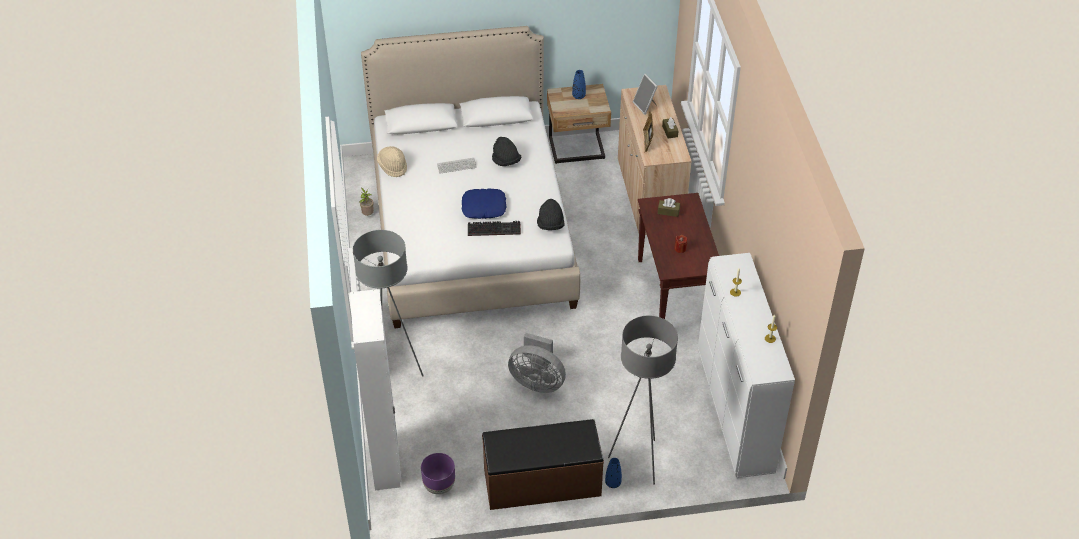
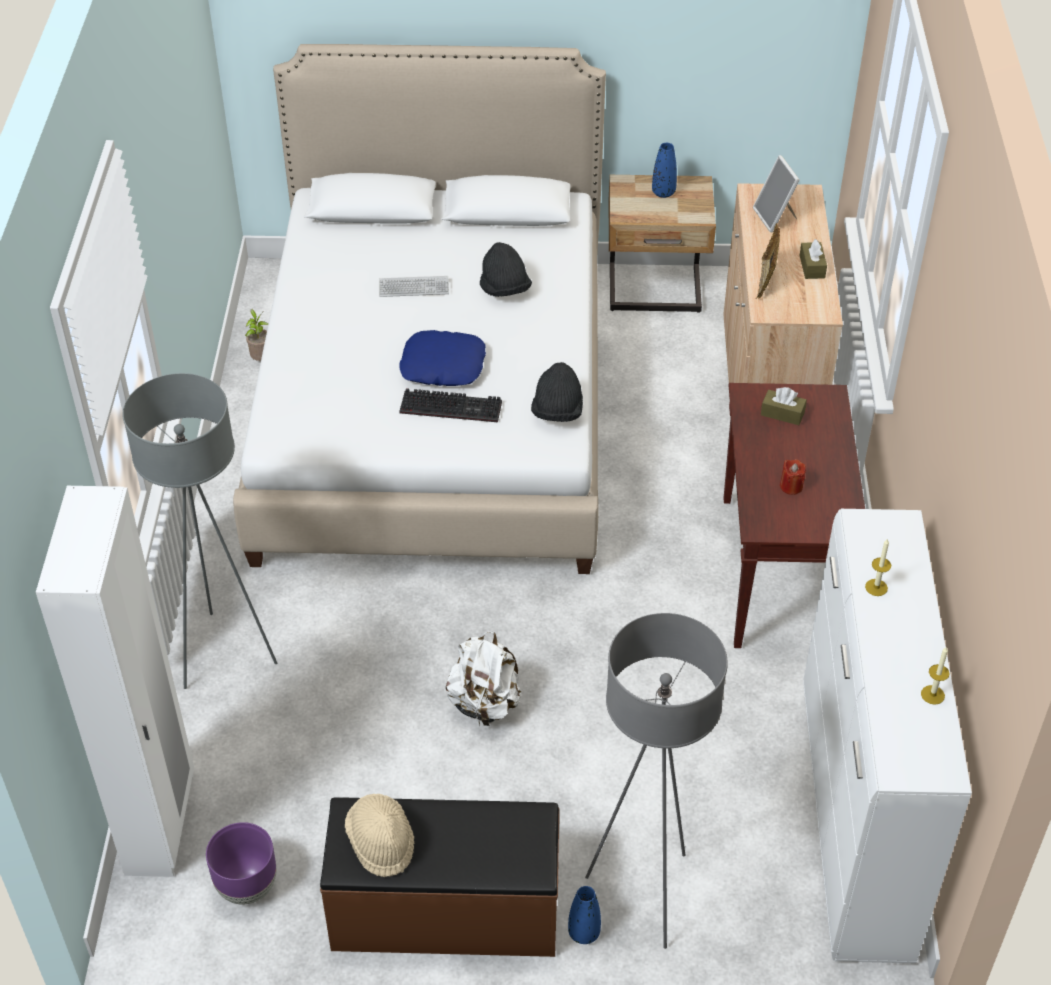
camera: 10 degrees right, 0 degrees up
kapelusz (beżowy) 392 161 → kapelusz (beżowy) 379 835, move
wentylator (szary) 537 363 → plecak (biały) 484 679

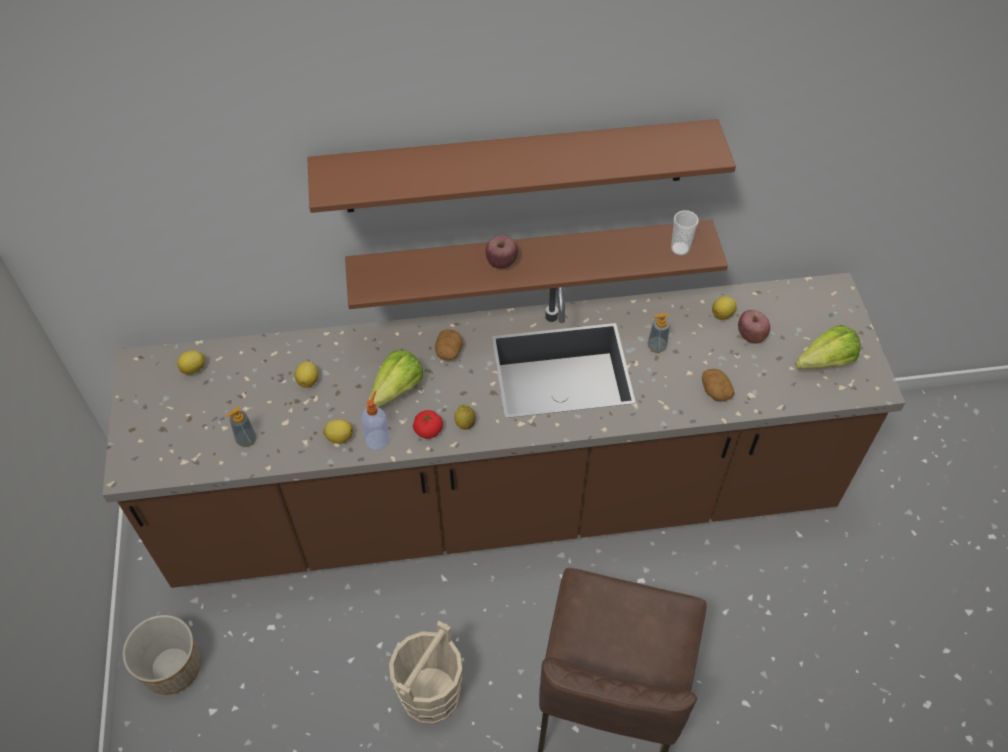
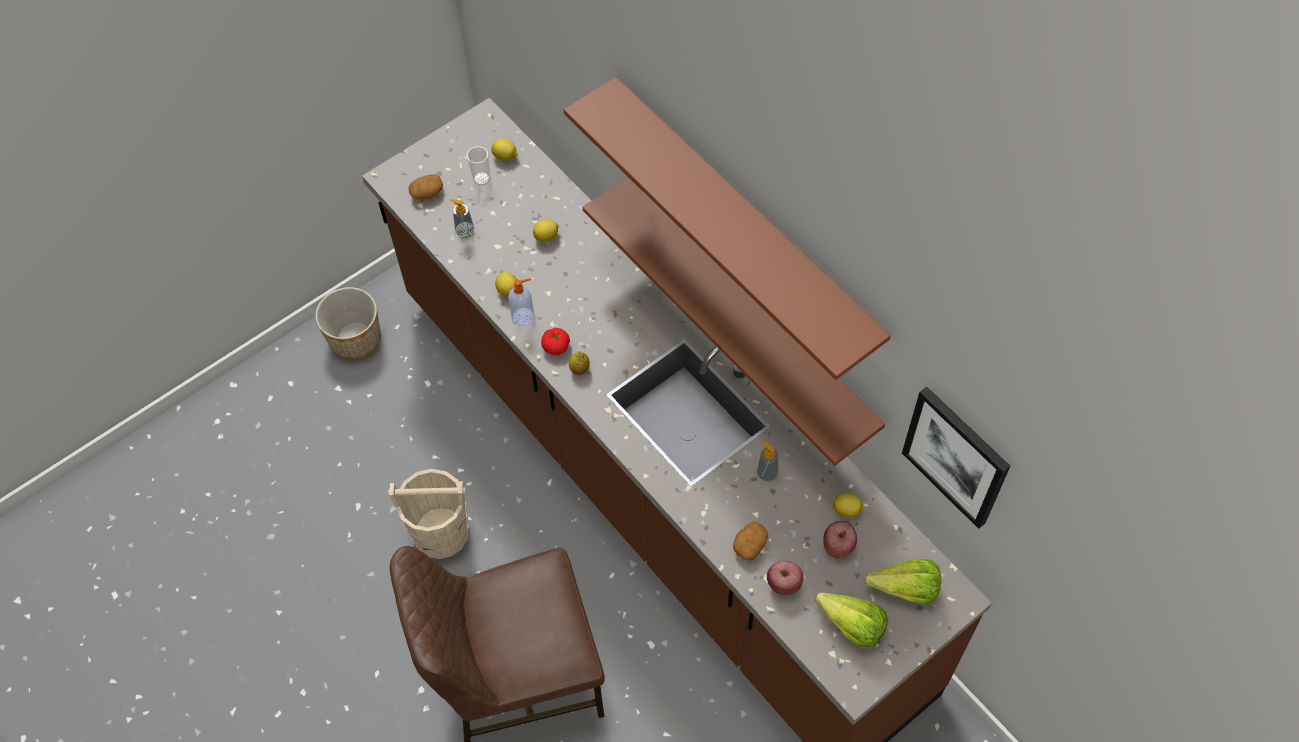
camera: 60 degrees right, 5 degrees up
- → obraz 956 457
sałata 395 378 → sałata 902 581, move
ziemniak 449 344 → ziemniak 426 187, move
jabłko 501 252 → jabłko 785 578, move
filiżanka 685 233 → filiżanka 478 166, move

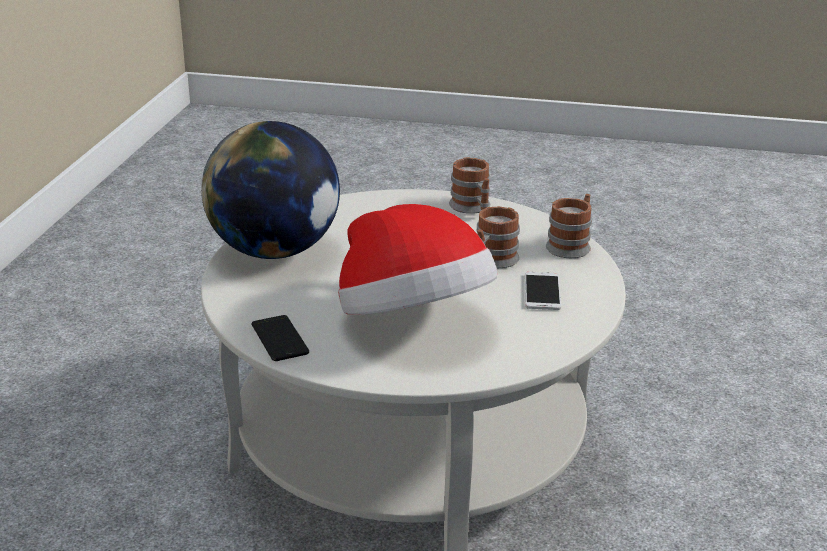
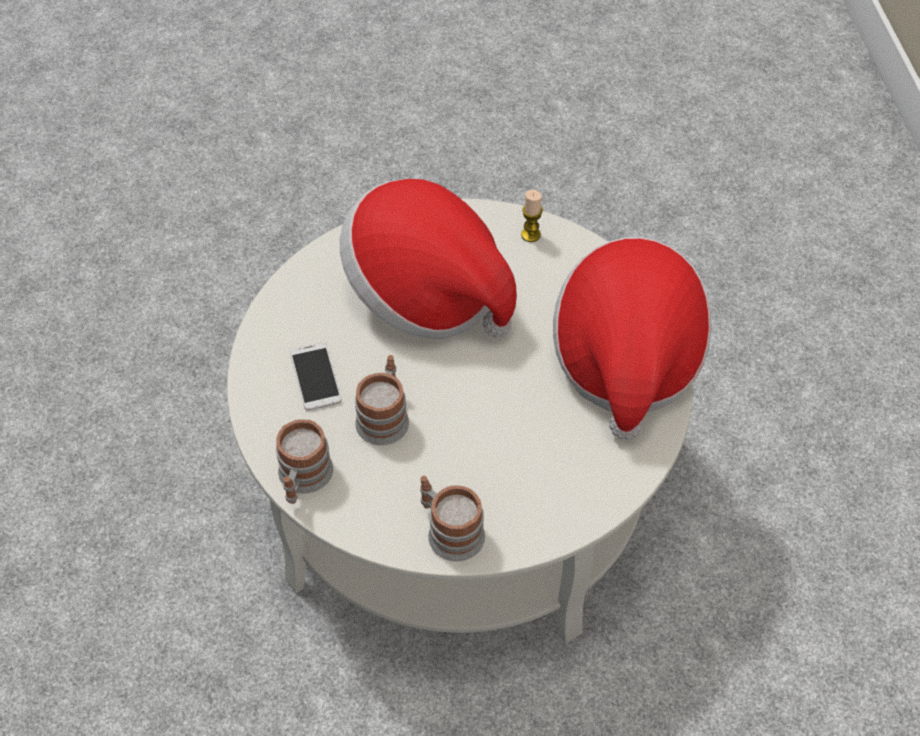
camera: 160 degrees right, 25 degrees up
globus 270 190 → kapelusz 632 338
telefon 280 338 → świeca 532 216

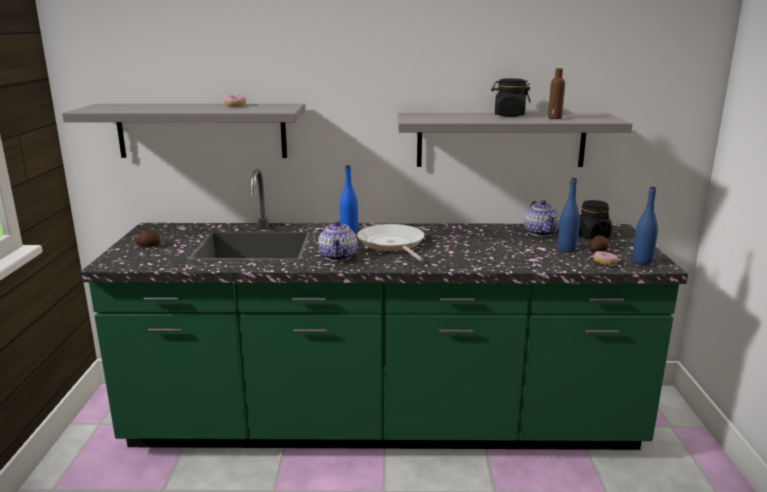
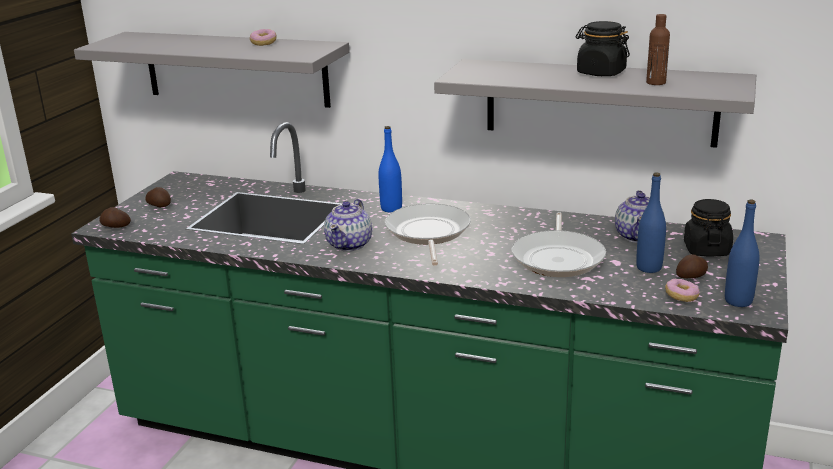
camera: 20 degrees right, 5 degrees up
- → ziemniak 115 217
- → patelnia 558 244

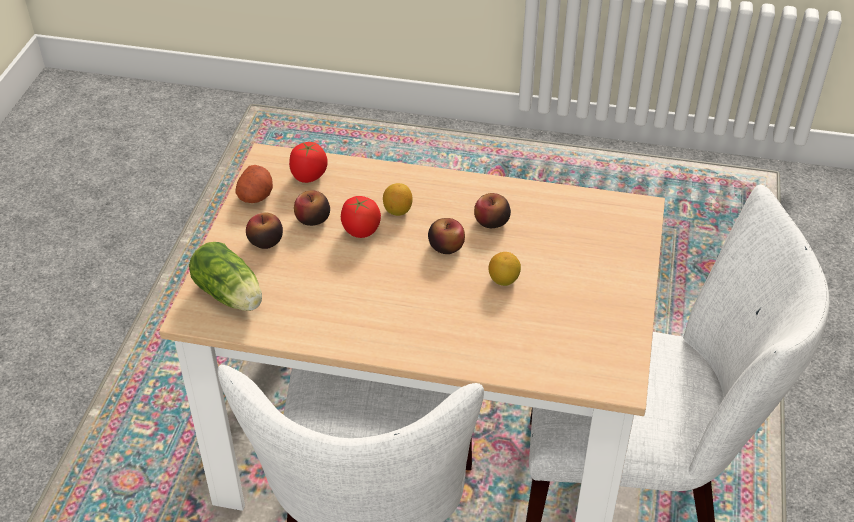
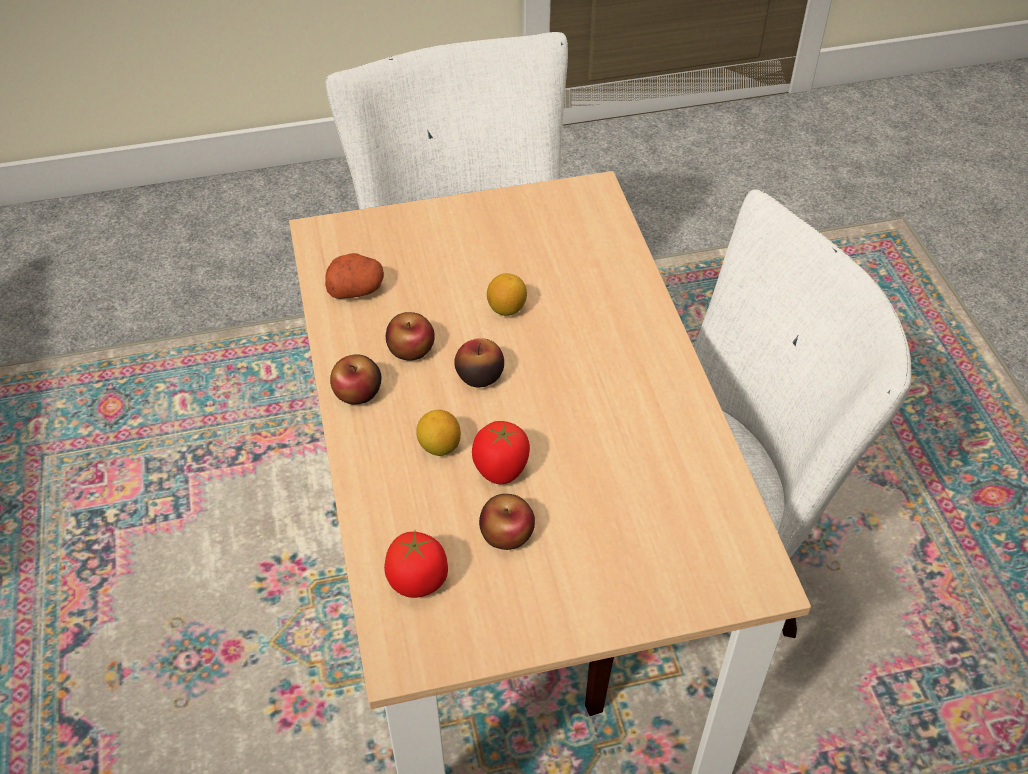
camera: 115 degrees left, 5 degrees up
sałata 225 276 → -
ziemniak 254 184 → ziemniak 354 276, move
jabłko 264 230 → jabłko 355 380, move

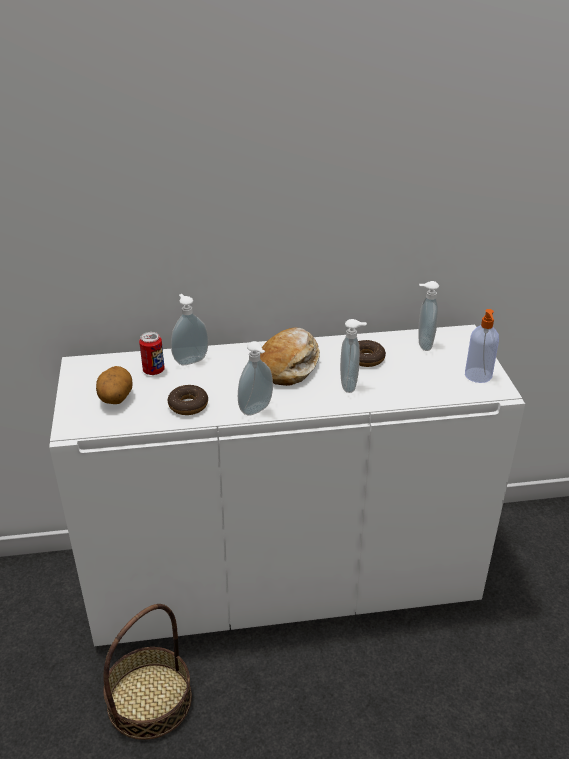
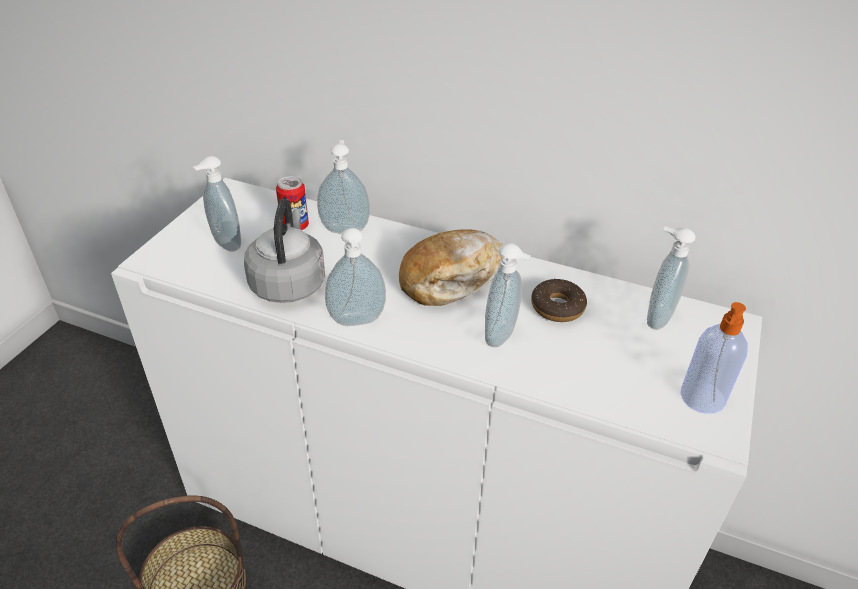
camera: 30 degrees right, 5 degrees up
ziemniak 114 385 → dozownik mydła 217 204
donut 188 400 → czajnik (szary) 284 250

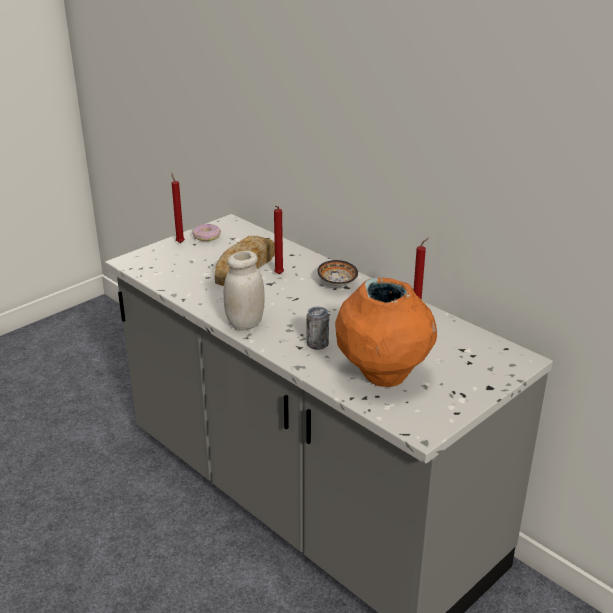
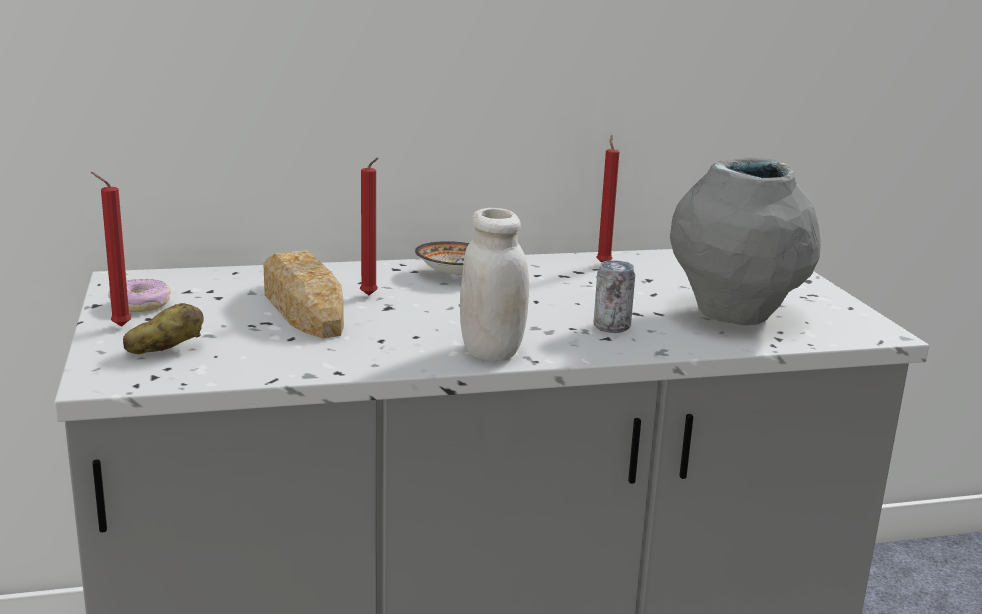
camera: 60 degrees left, 10 degrees down
- → ziemniak 163 328
wazon (pomarańczowy) 386 332 → wazon (szary) 745 241

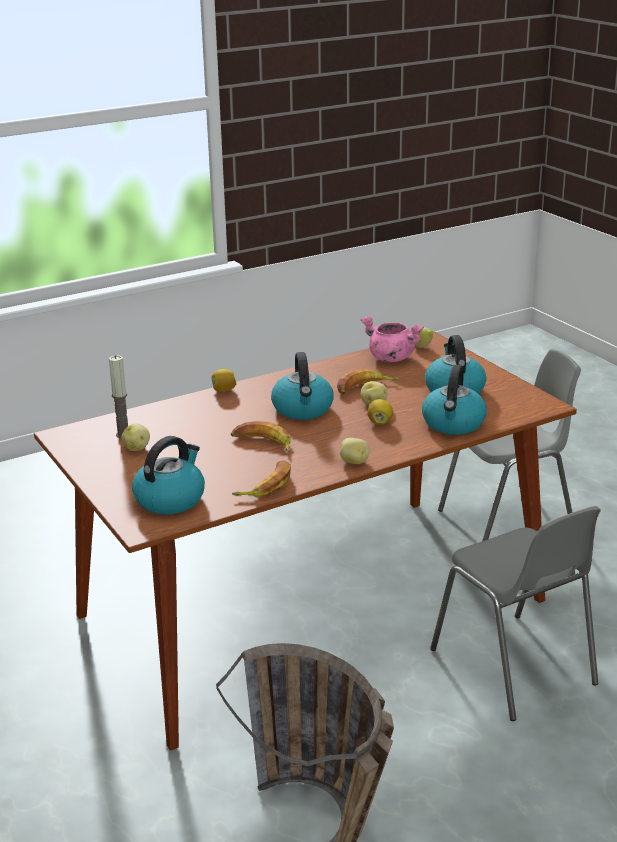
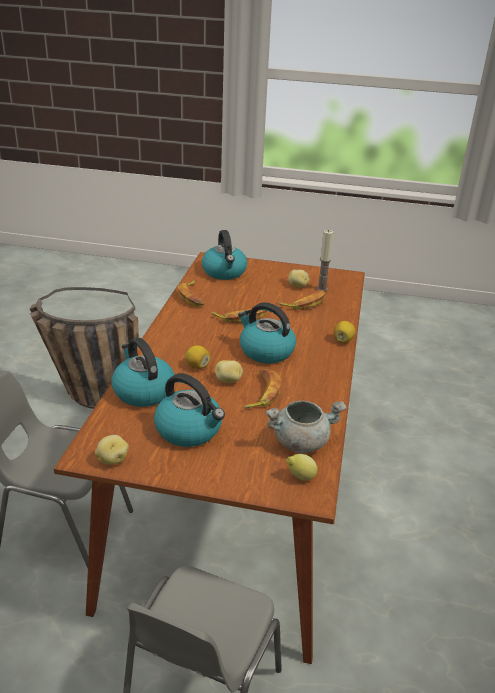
camera: 130 degrees right, 5 degrees up
- → banan 301 300
ziemniak 355 451 → ziemniak 112 450, move
garnek (różowy) 392 339 → garnek (szary) 306 427

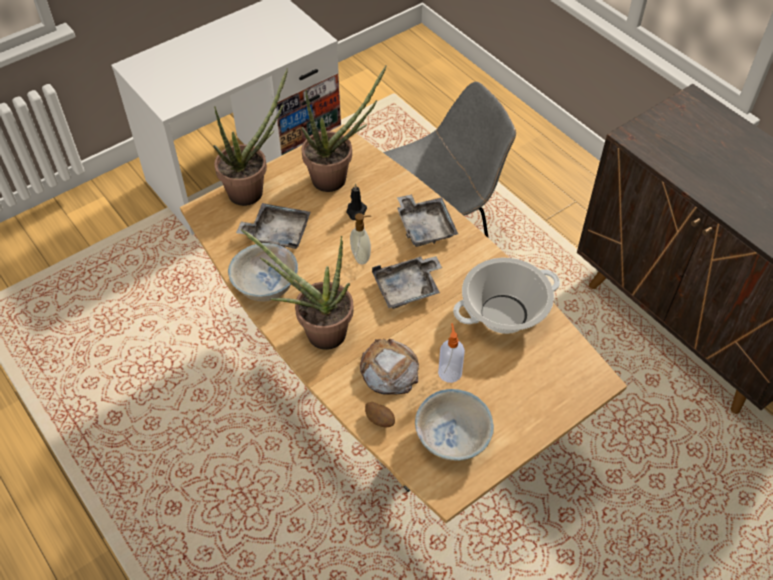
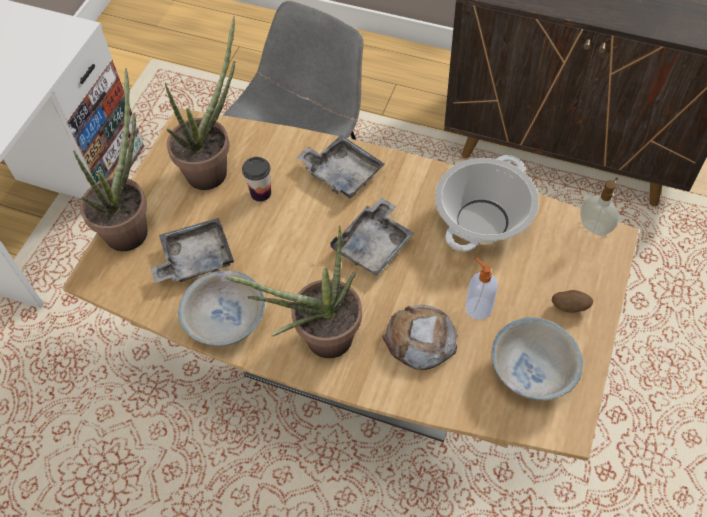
camera: 30 degrees left, 5 degrees up
dozownik mydła 360 238 → dozownik mydła 599 207, move
ziemniak 380 415 → ziemniak 573 301, move
świeca (czarny) 357 201 → filiżanka 256 179

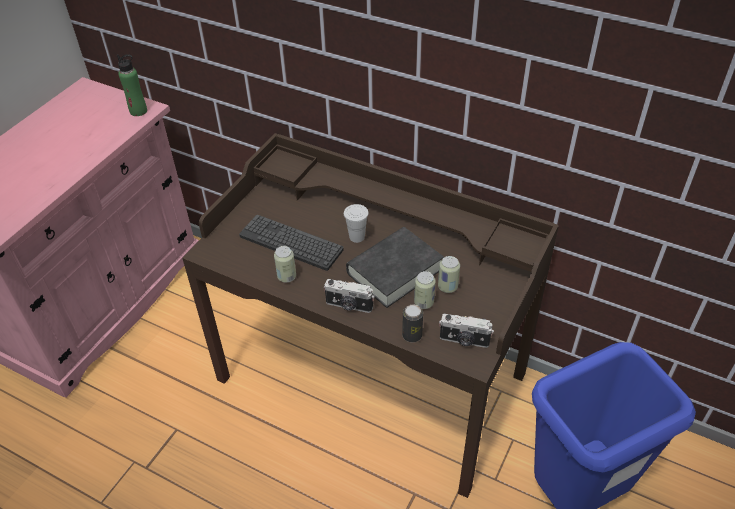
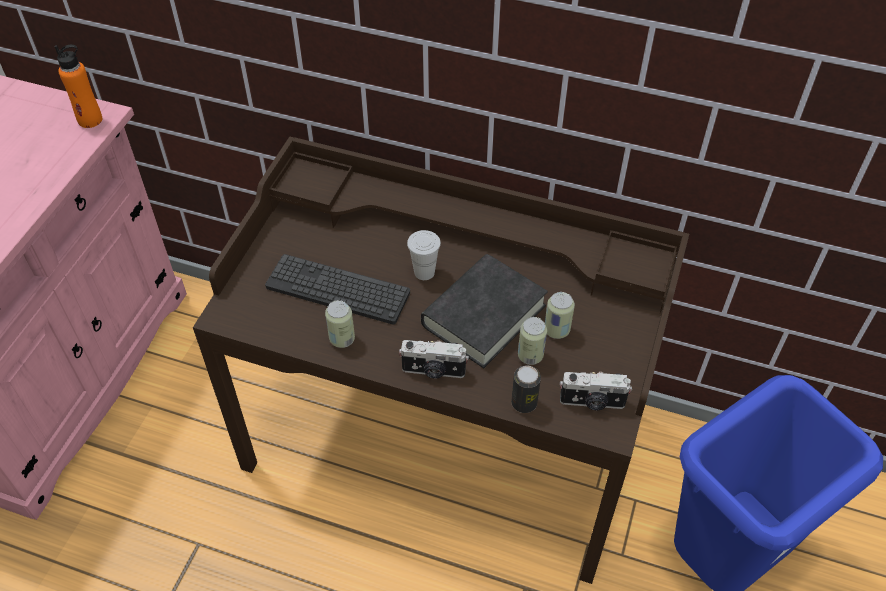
camera: 10 degrees left, 5 degrees up
butelka (zielony) 132 85 → butelka (pomarańczowy) 79 86

